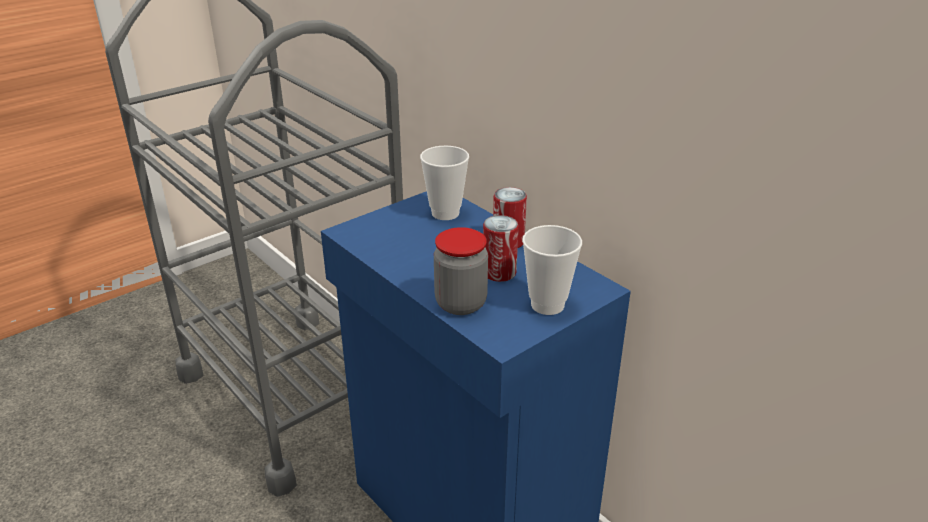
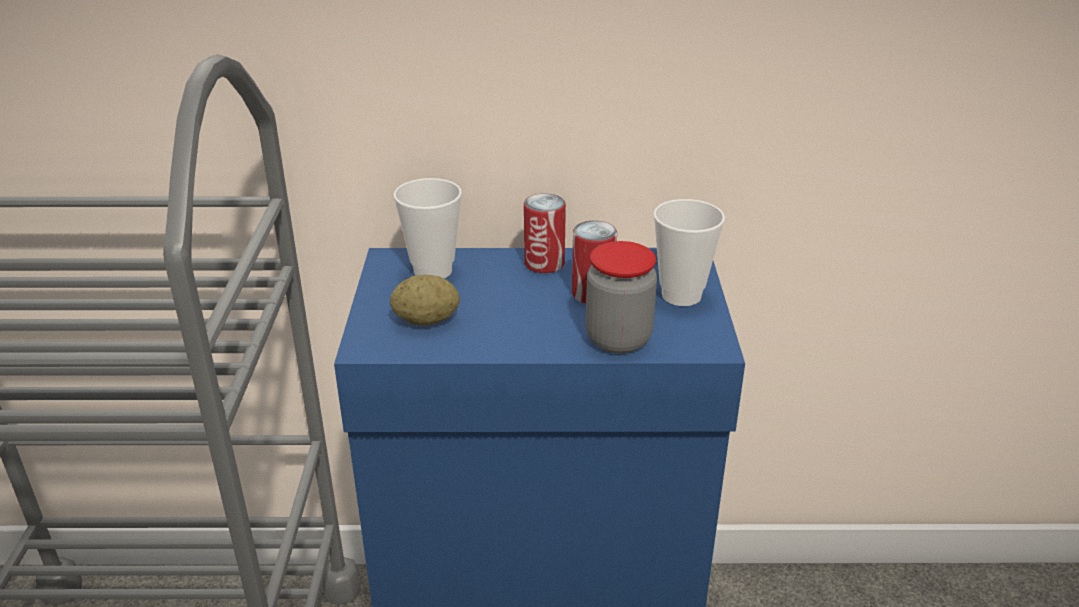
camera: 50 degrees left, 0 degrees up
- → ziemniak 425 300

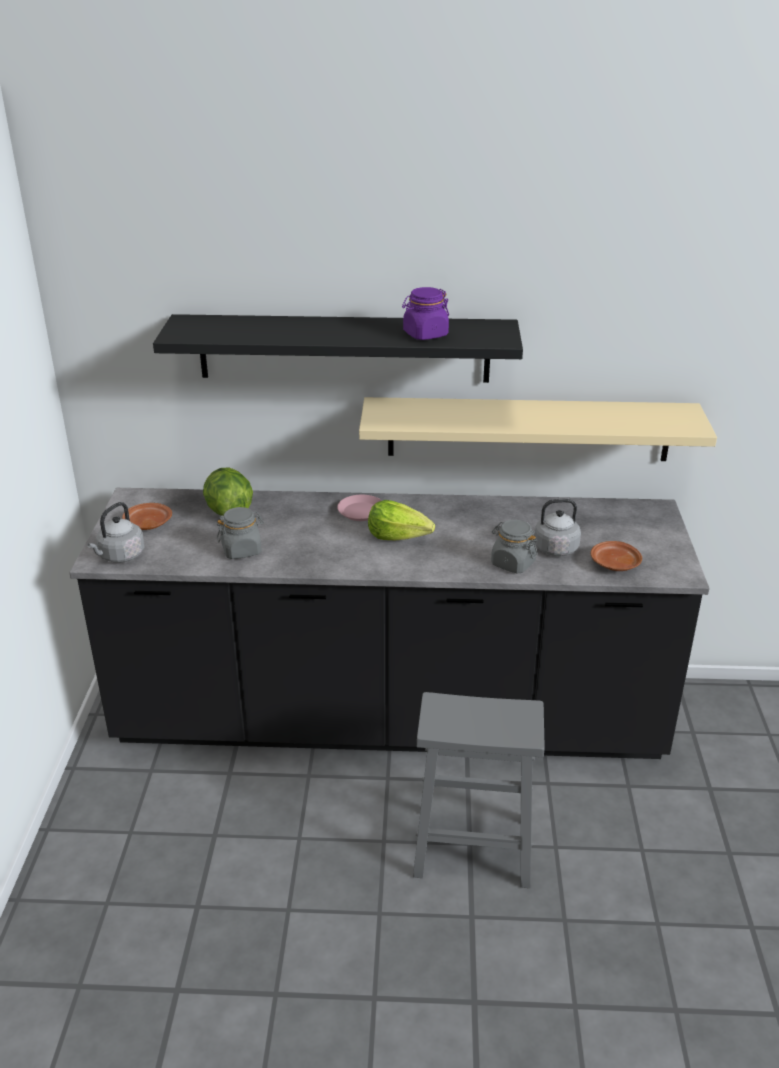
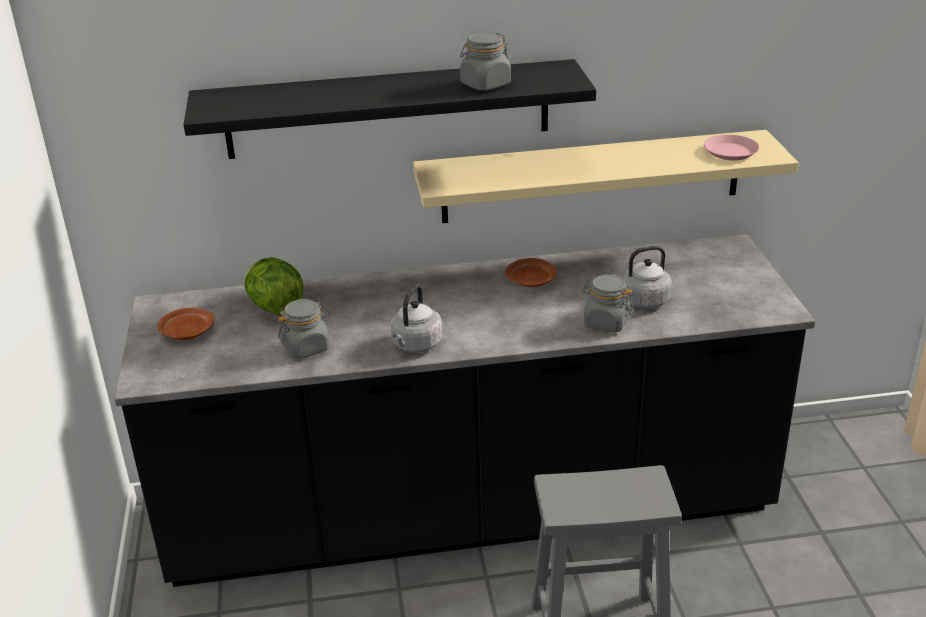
camera: 10 degrees left, 0 degrees up
sałata 401 520 → -
czajnik (szary) 115 532 → czajnik (szary) 417 318, move
talerz (różowy) 359 508 → talerz (różowy) 731 147, move
talerz (brązowy) 616 556 → talerz (brązowy) 531 272, move
słoik (fioletowy) 425 313 → słoik (szary) 485 61

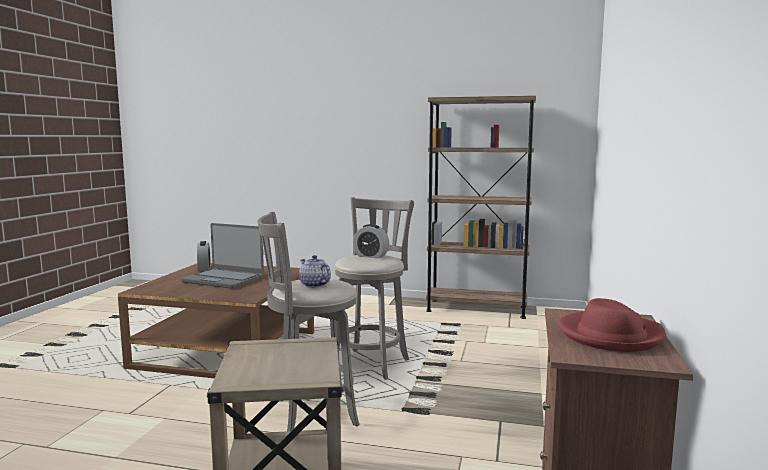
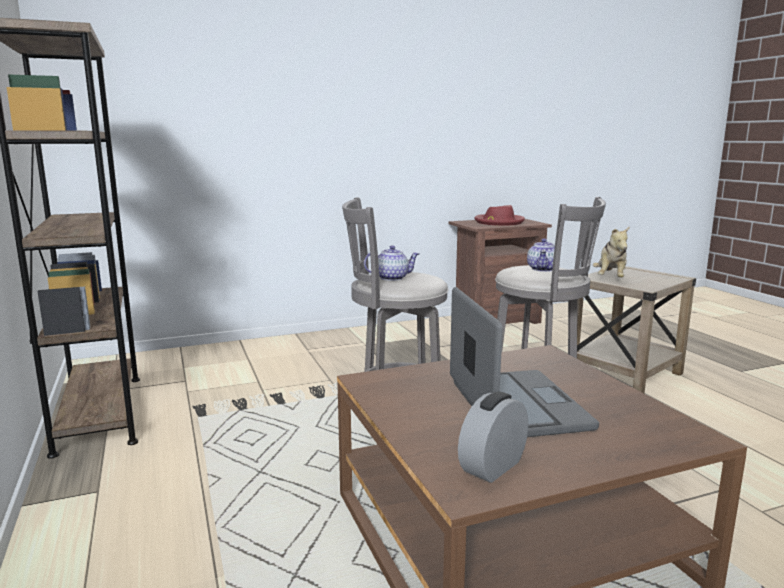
camera: 125 degrees left, 5 degrees up
- → pluszak 611 251
budzik 371 241 → imbryk 392 263

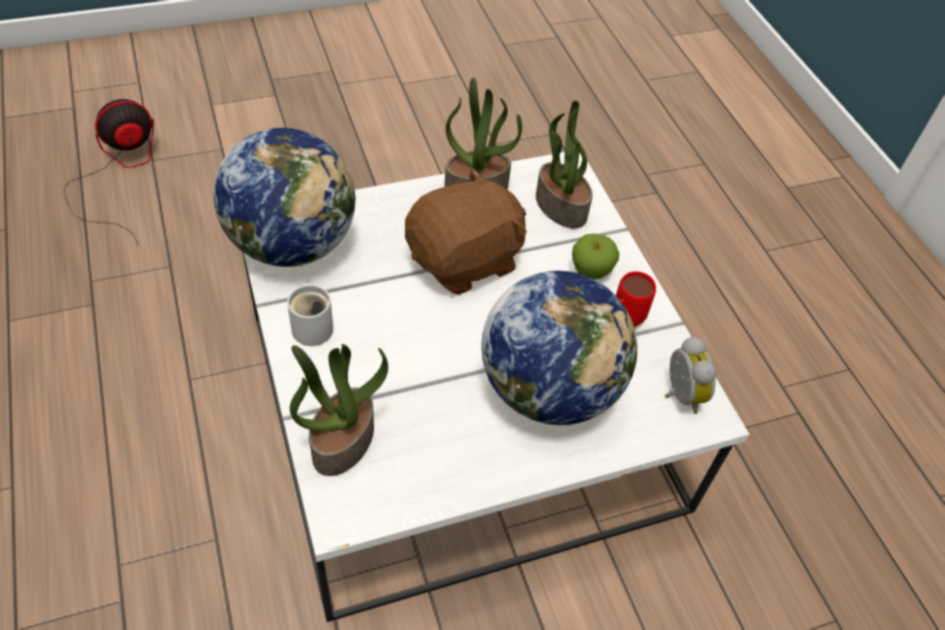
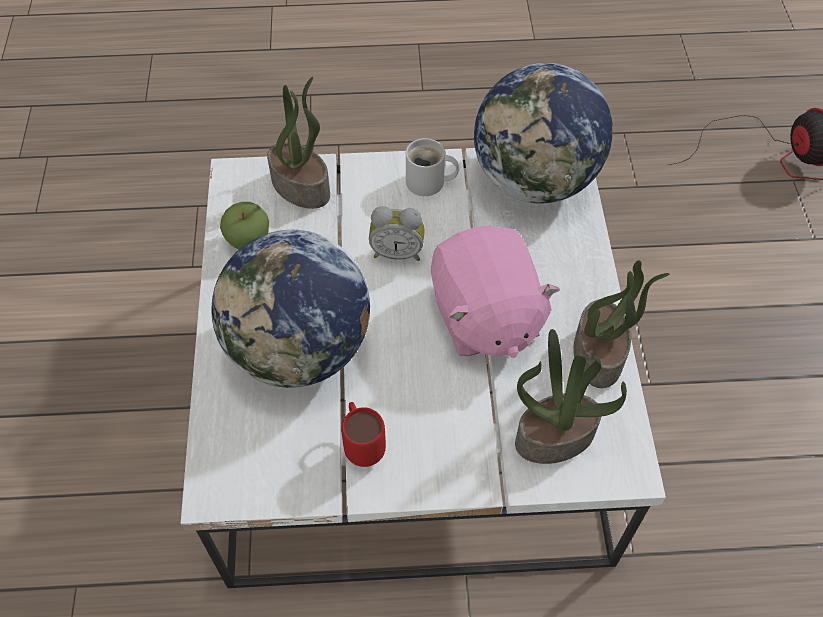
camera: 110 degrees right, 5 degrees up
jabłko 595 256 → jabłko 244 225, move
budzik 690 375 → budzik 397 233, move
pluszak (brązowy) 466 231 → pluszak (różowy) 495 292

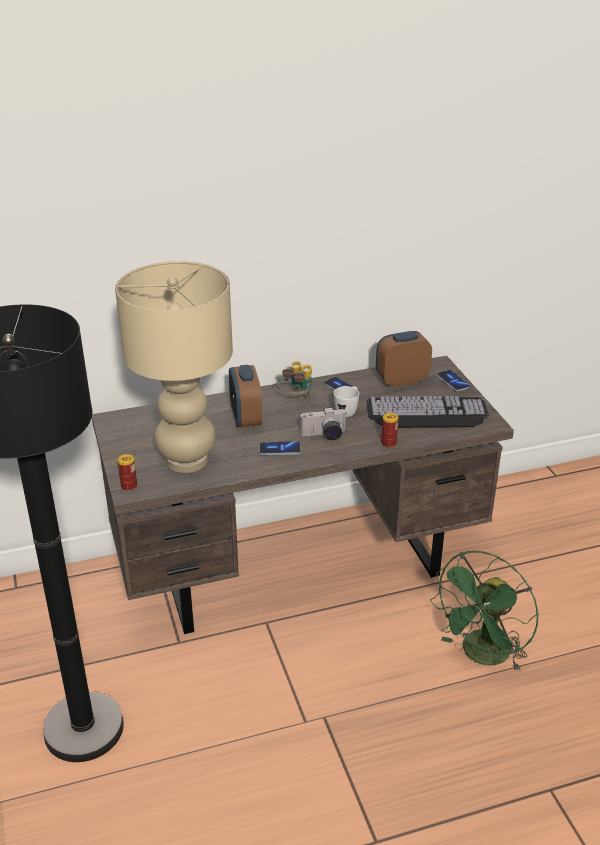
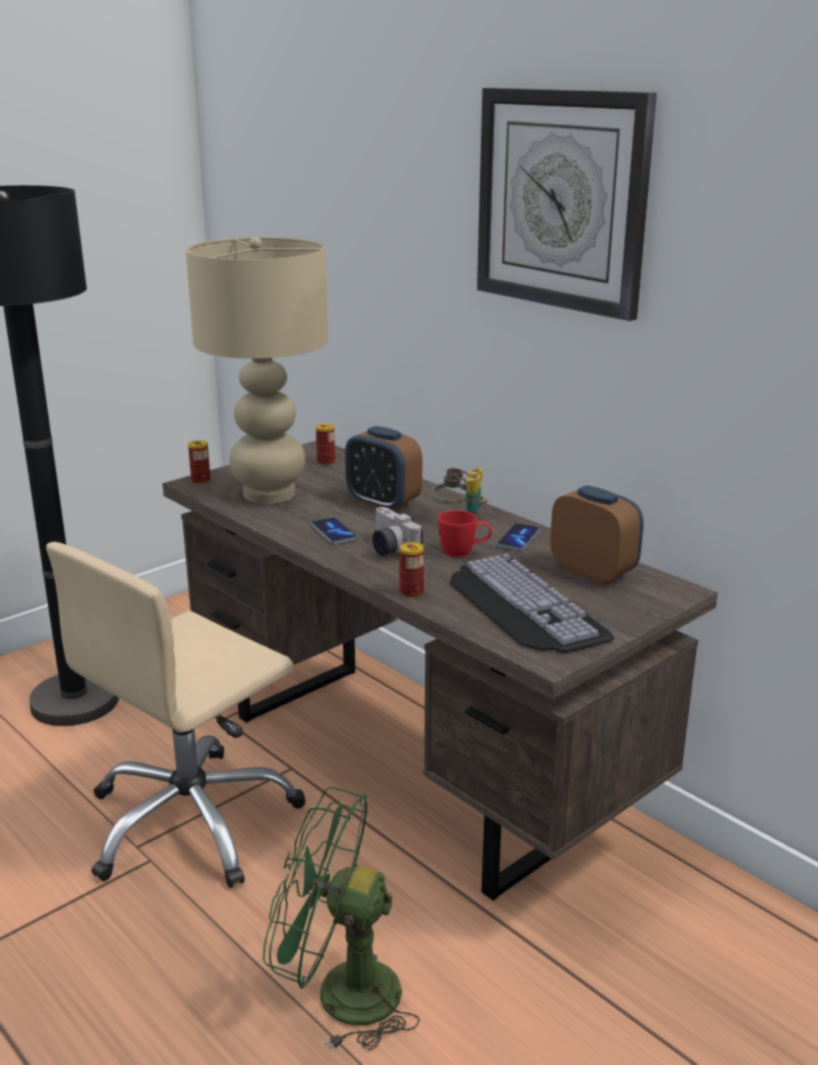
camera: 65 degrees right, 10 degrees down
telefon 453 380 → -
- → krzesło biurowe (beżowy) 176 715
- → puszka 325 444
- → zegar ścienny 567 204
kubek (biały) 346 402 → kubek (czerwony) 465 533
budzik 245 396 → budzik 383 468, 105 degrees counterclockwise

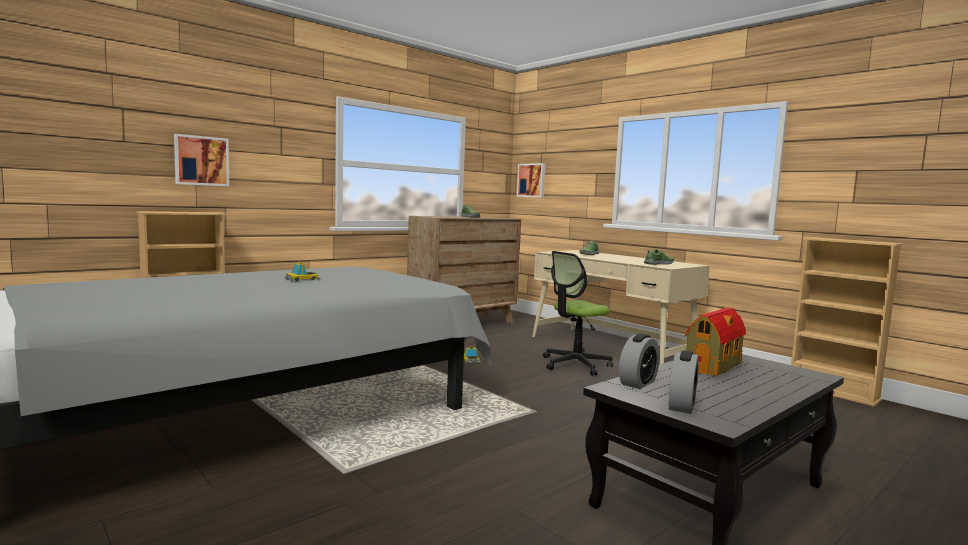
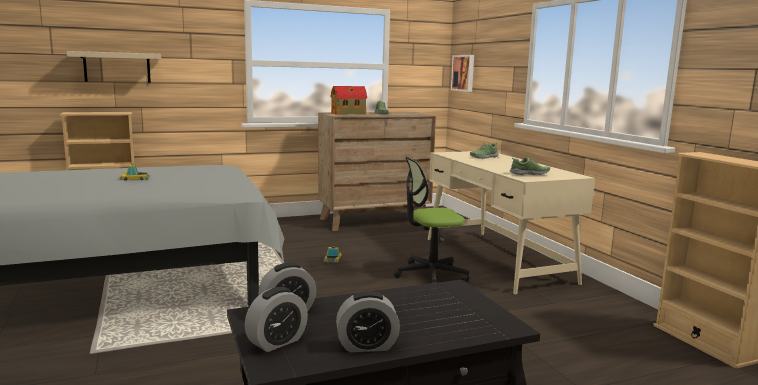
camera: 20 degrees right, 5 degrees up
- → budzik 368 321
domek 715 341 → domek 349 100, move
obraz 201 160 → półka (beżowy) 113 67

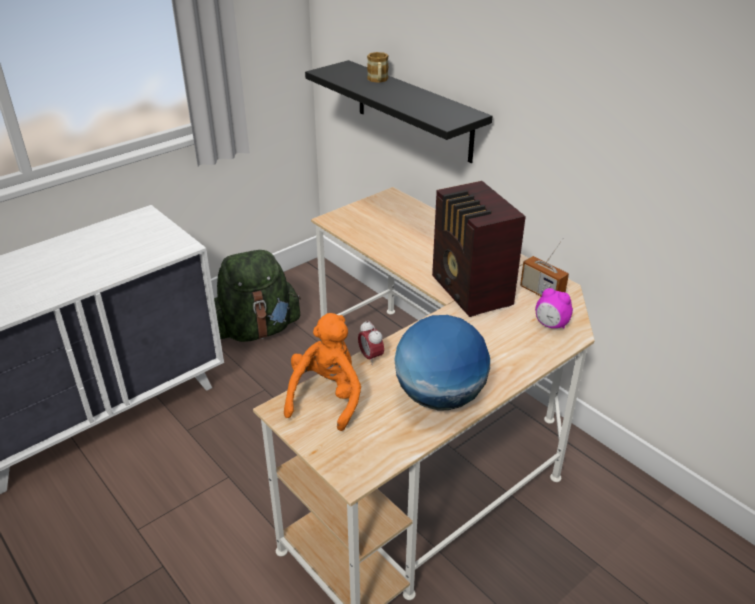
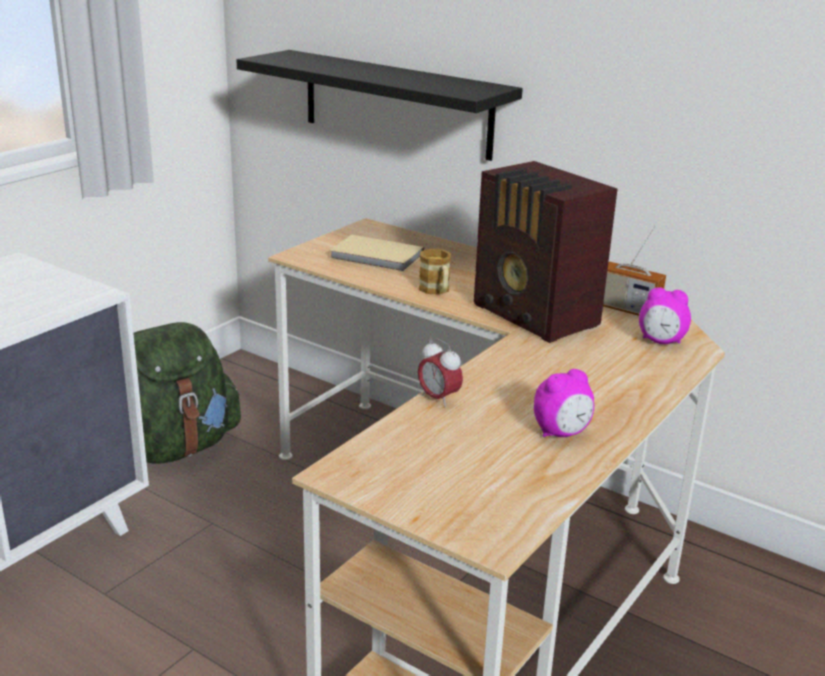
camera: 15 degrees left, 10 degrees down
pluszak (pomarańczowy) 322 372 → -
- → książka (beżowy) 377 253
kubek 378 67 → kubek 435 272, move
globus 442 363 → budzik 564 403

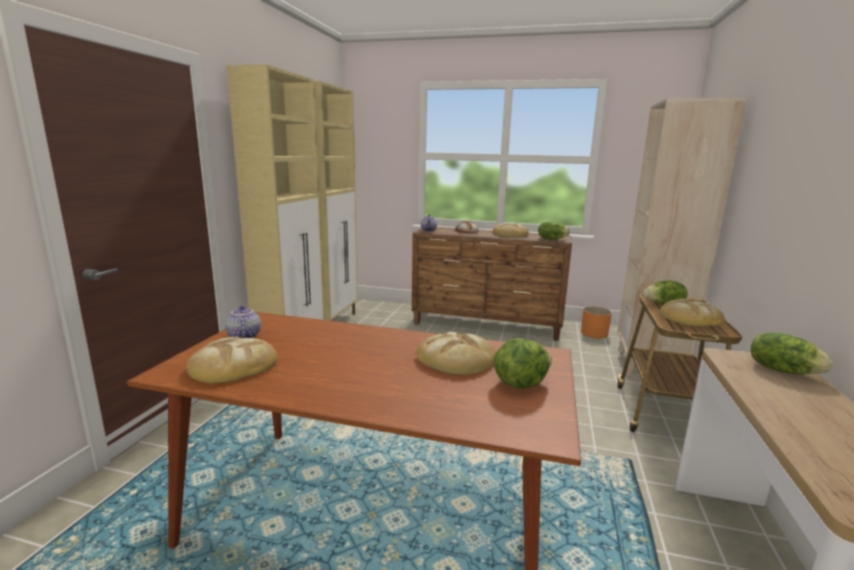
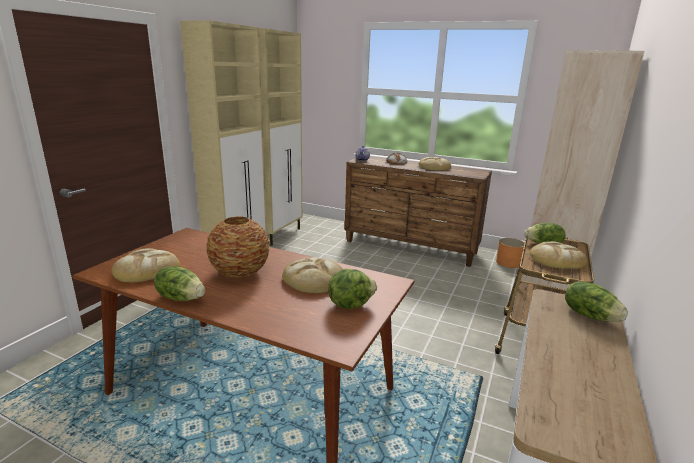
camera: 10 degrees right, 5 degrees up
imbryk 243 322 → -
- → wazon 238 247
sałata 554 230 → sałata 179 283, move

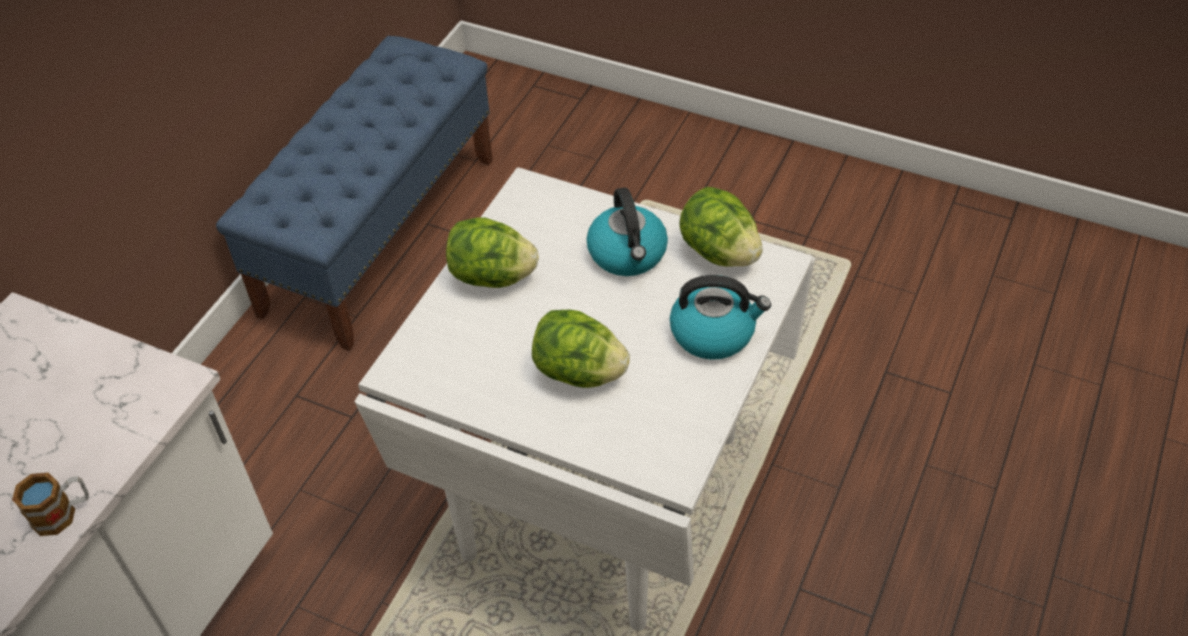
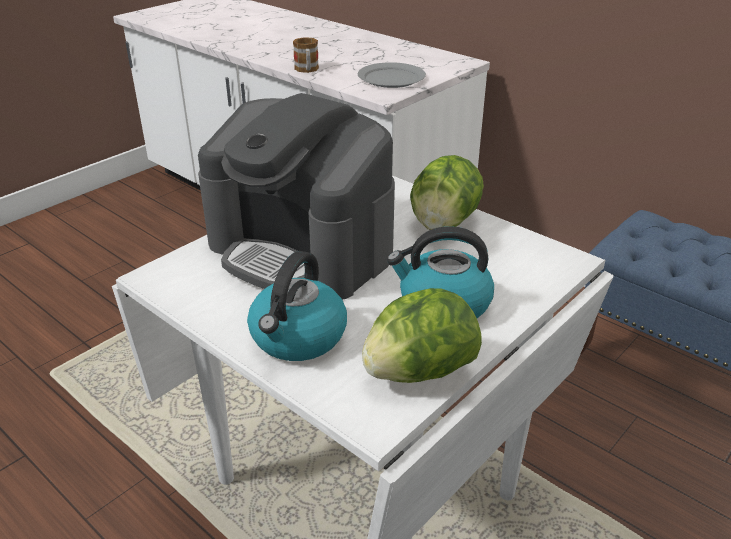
camera: 105 degrees right, 15 degrees down
- → talerz (szary) 392 75
sałata 581 349 → ekspres do kawy 296 196

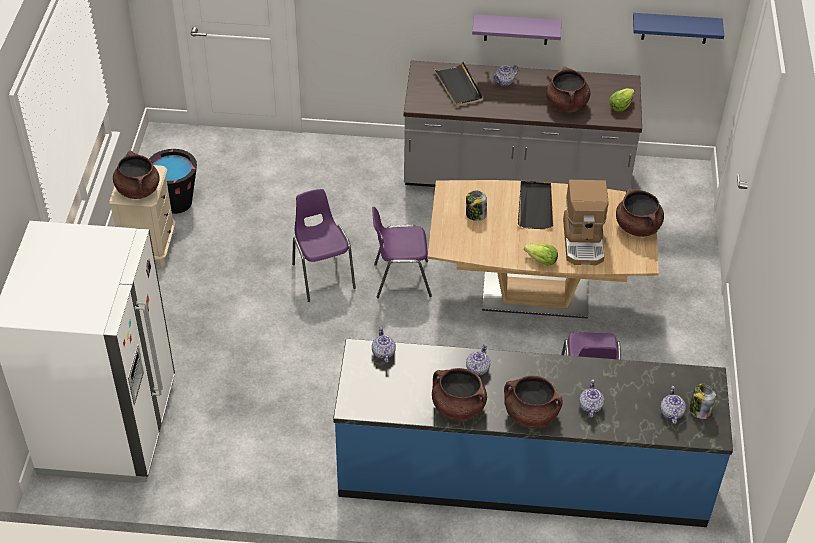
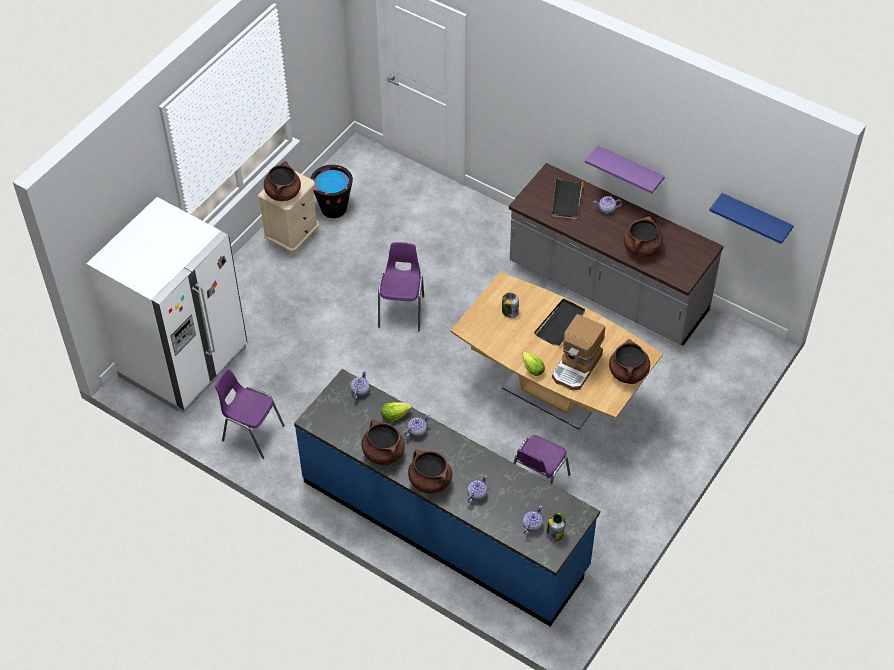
camera: 30 degrees right, 5 degrees up
krzesło (fioletowy) 402 252 → krzesło (fioletowy) 250 414, move
sałata 622 100 → sałata 396 412, move

